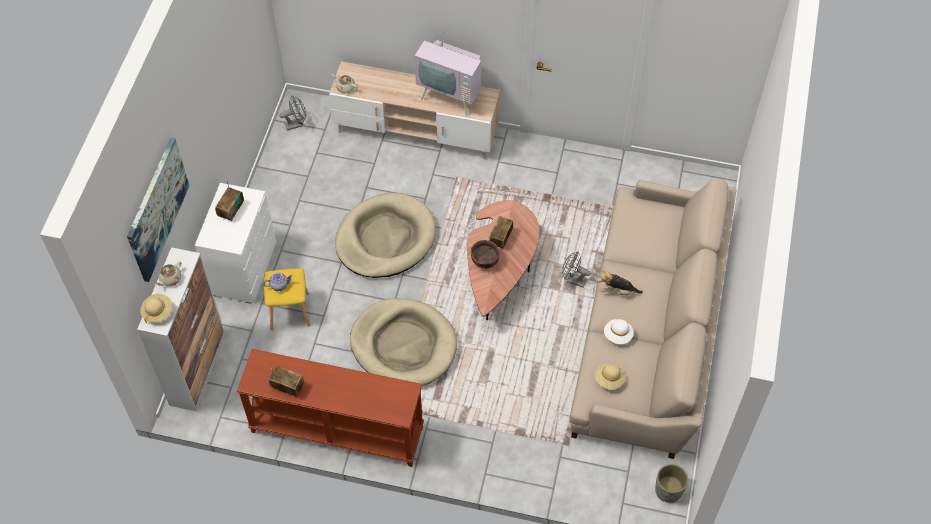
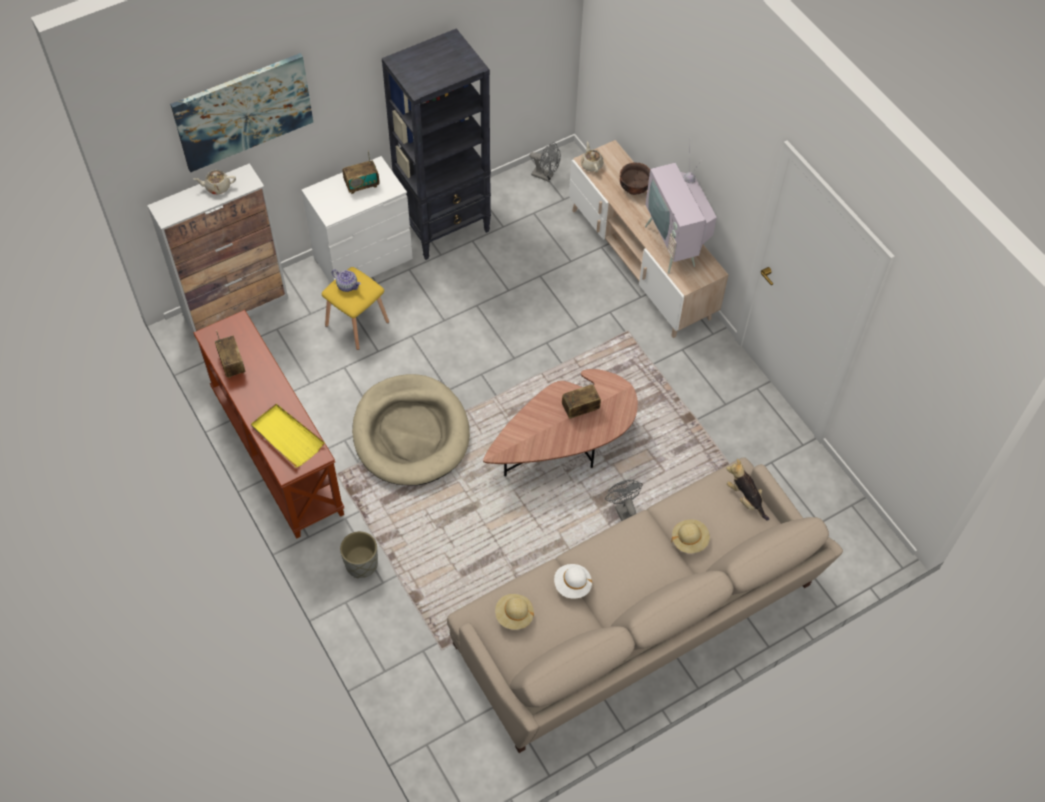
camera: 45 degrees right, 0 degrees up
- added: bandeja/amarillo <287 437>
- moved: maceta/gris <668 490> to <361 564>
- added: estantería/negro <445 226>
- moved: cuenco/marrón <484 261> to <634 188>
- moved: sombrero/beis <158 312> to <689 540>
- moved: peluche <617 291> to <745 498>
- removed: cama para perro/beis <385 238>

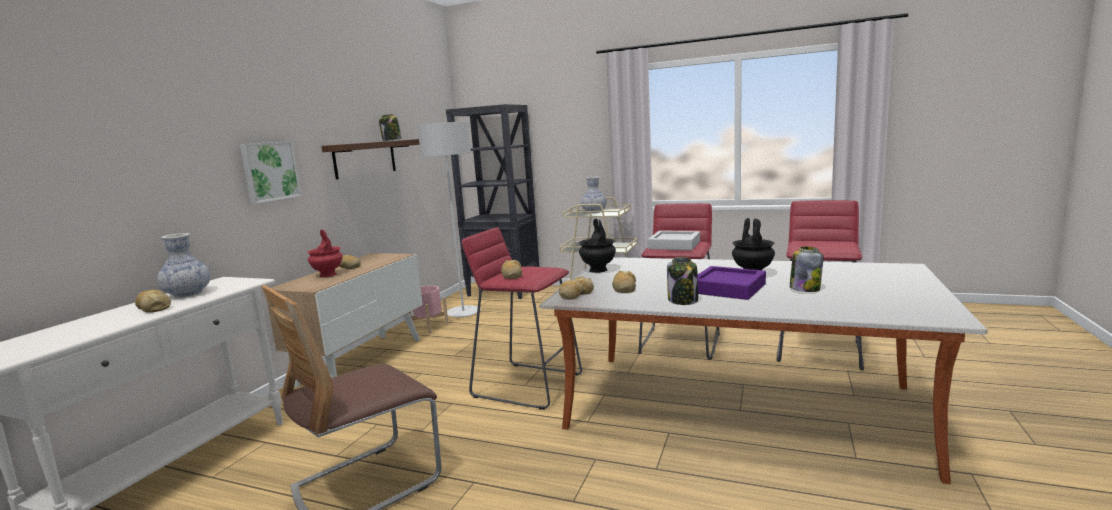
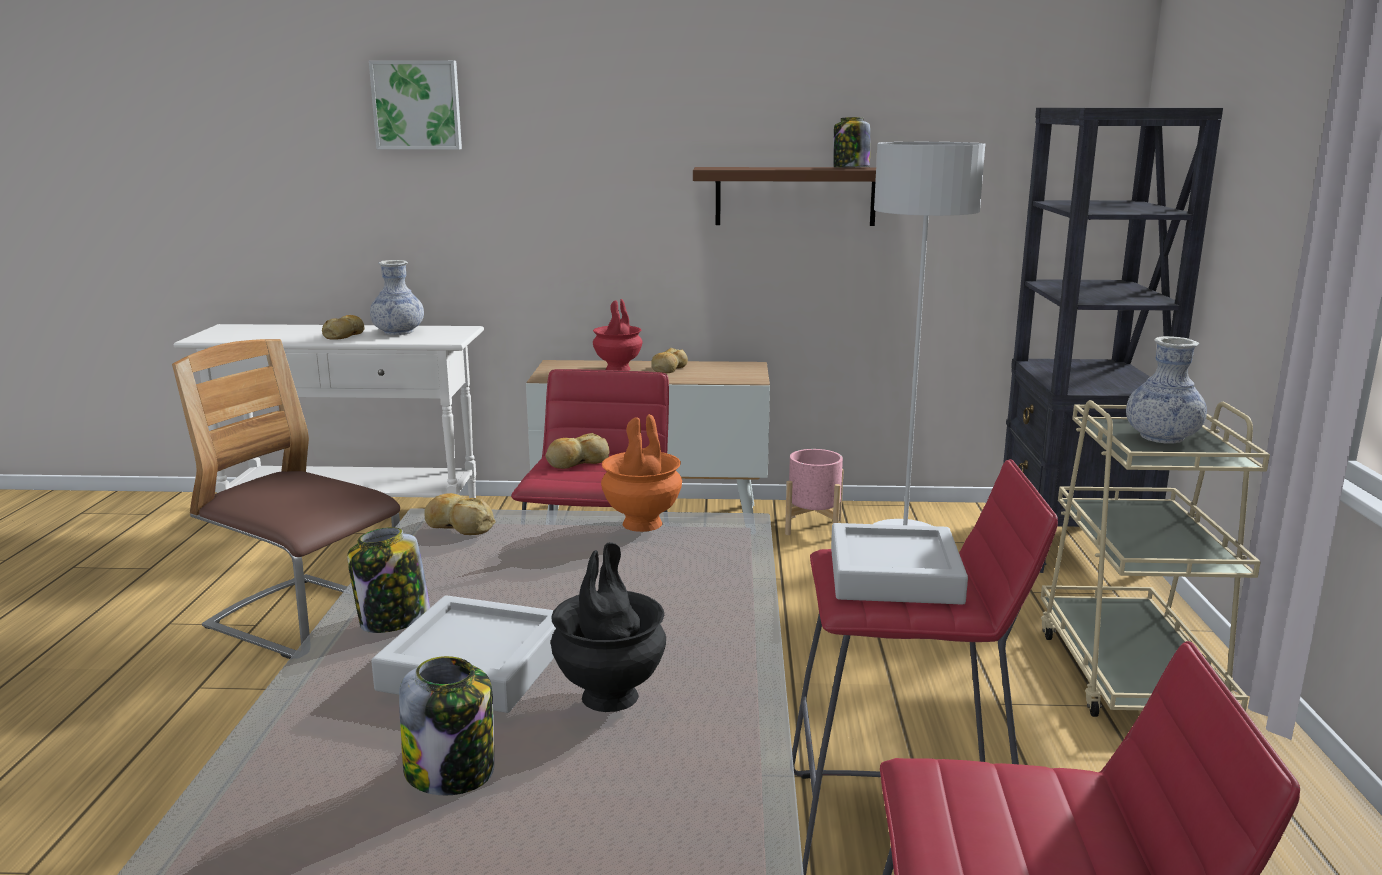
camera: 70 degrees right, 5 degrees up
- moved: cuadro <269 171> to <417 105>
- recoloured: bandeja/morado <728 288> to bandeja/gris <475 665>
- recoloured: florero/negro <598 270> to florero/naranja <641 524>
- removed: pan <624 288>

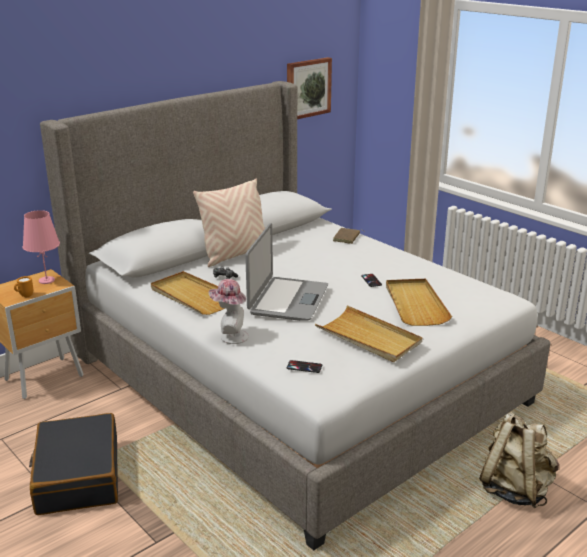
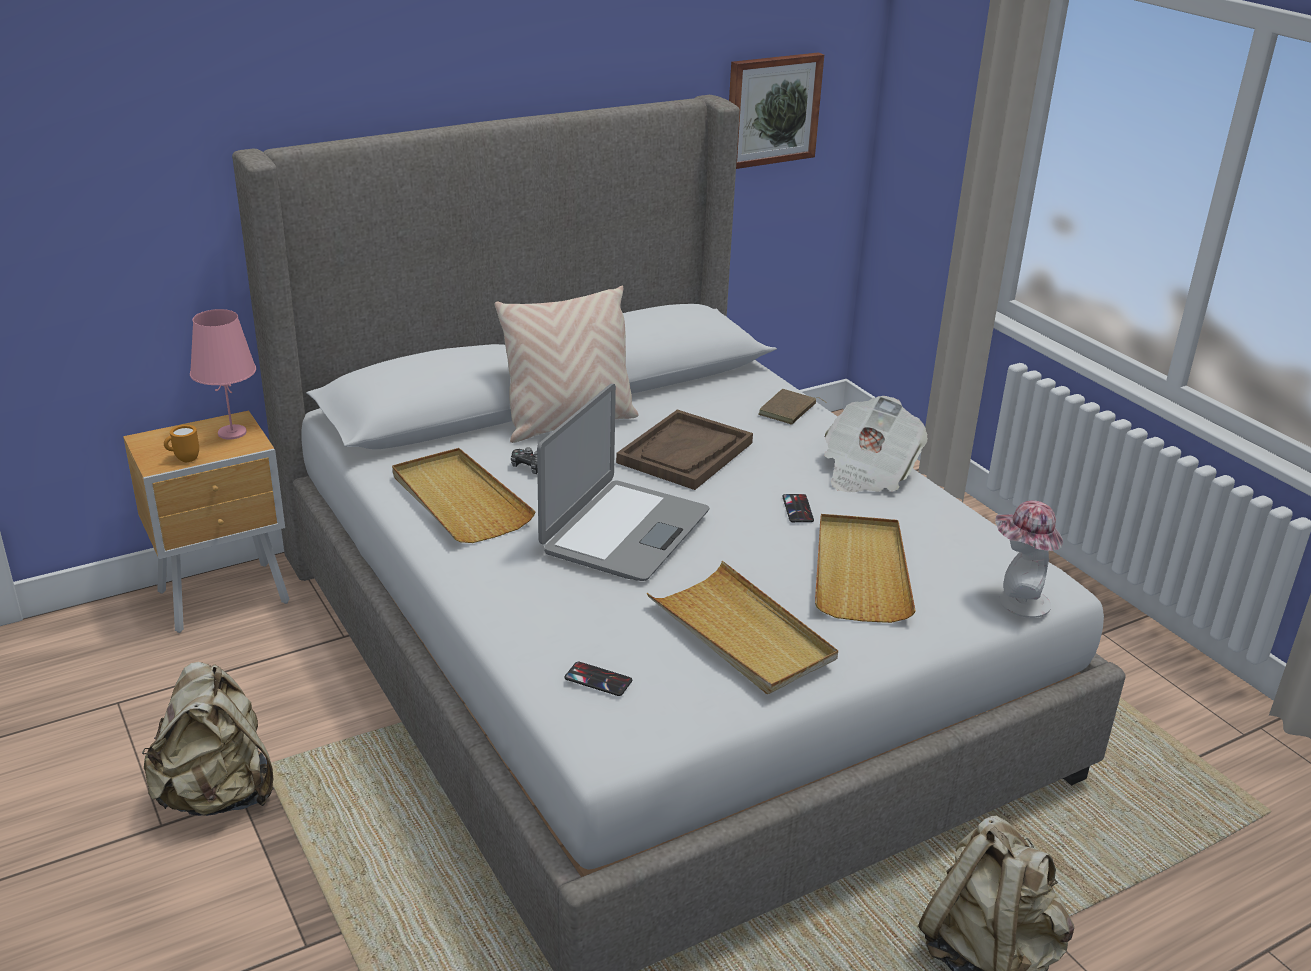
camera: 10 degrees right, 5 degrees up
- replaced: maleta/negro <77 476> to mochila/beis <217 795>
- added: bandeja/marrón <685 453>
- added: periódico <868 471>
- moved: sombrero <230 336> to <1017 601>

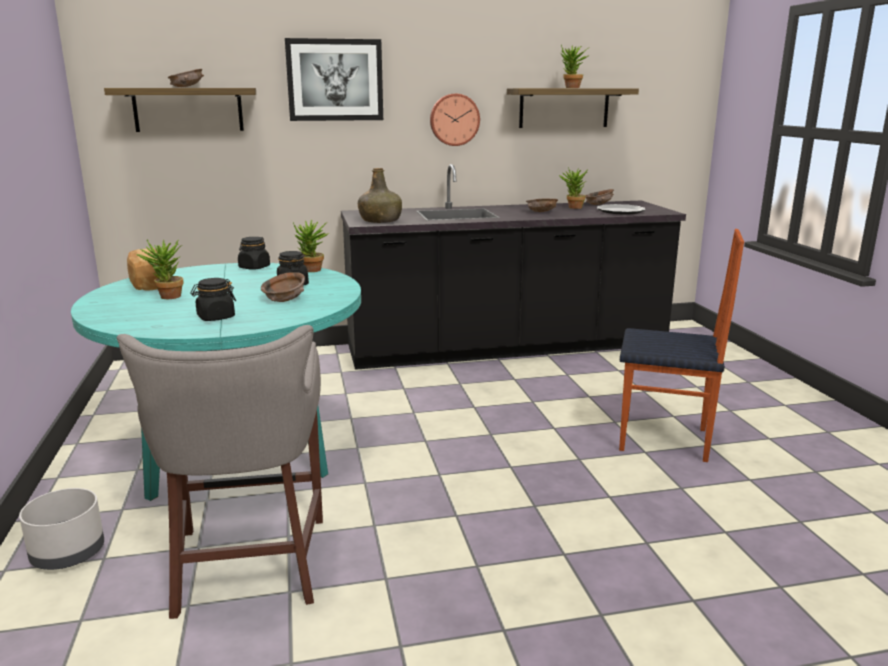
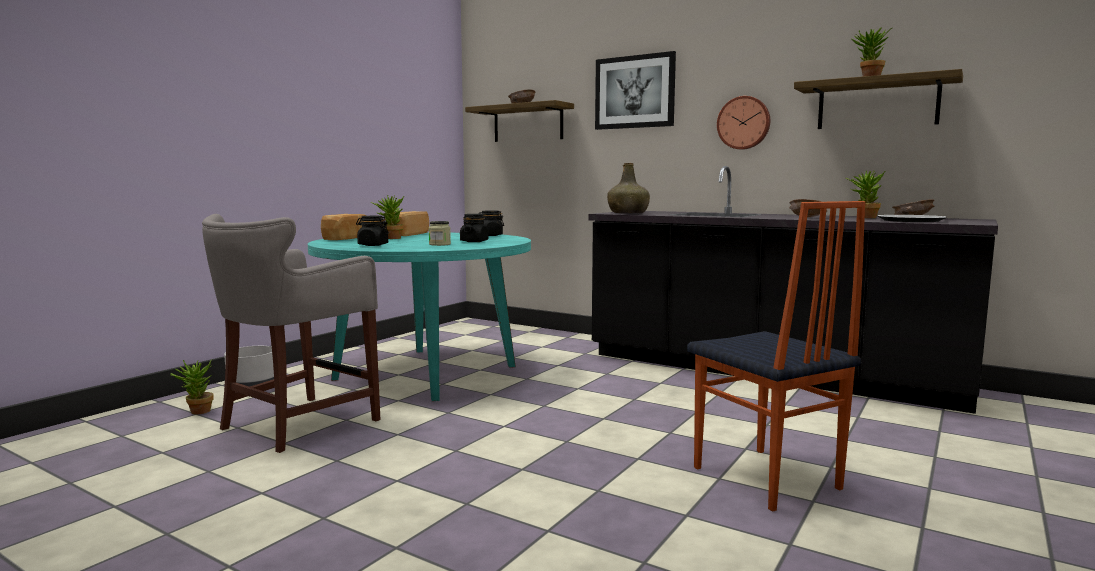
camera: 45 degrees right, 10 degrees down
- moved: planta en maceta <312 271> to <196 412>
- added: pan <347 238>
- replaced: cuenco/marrón <284 299> to tarro <439 244>

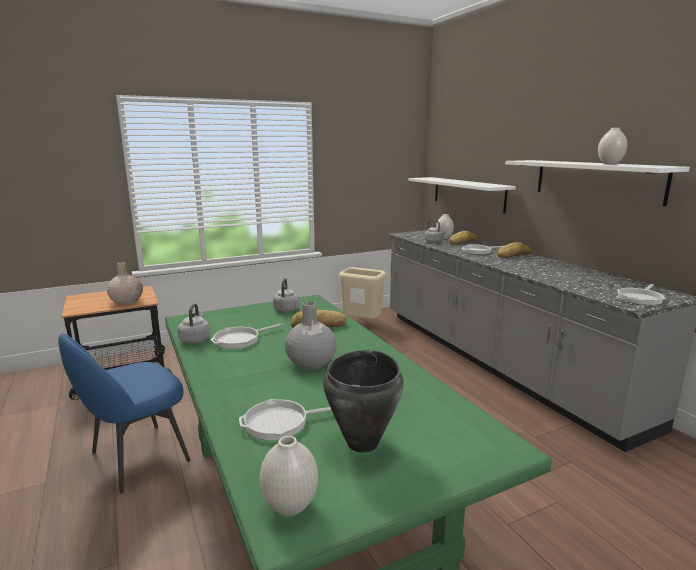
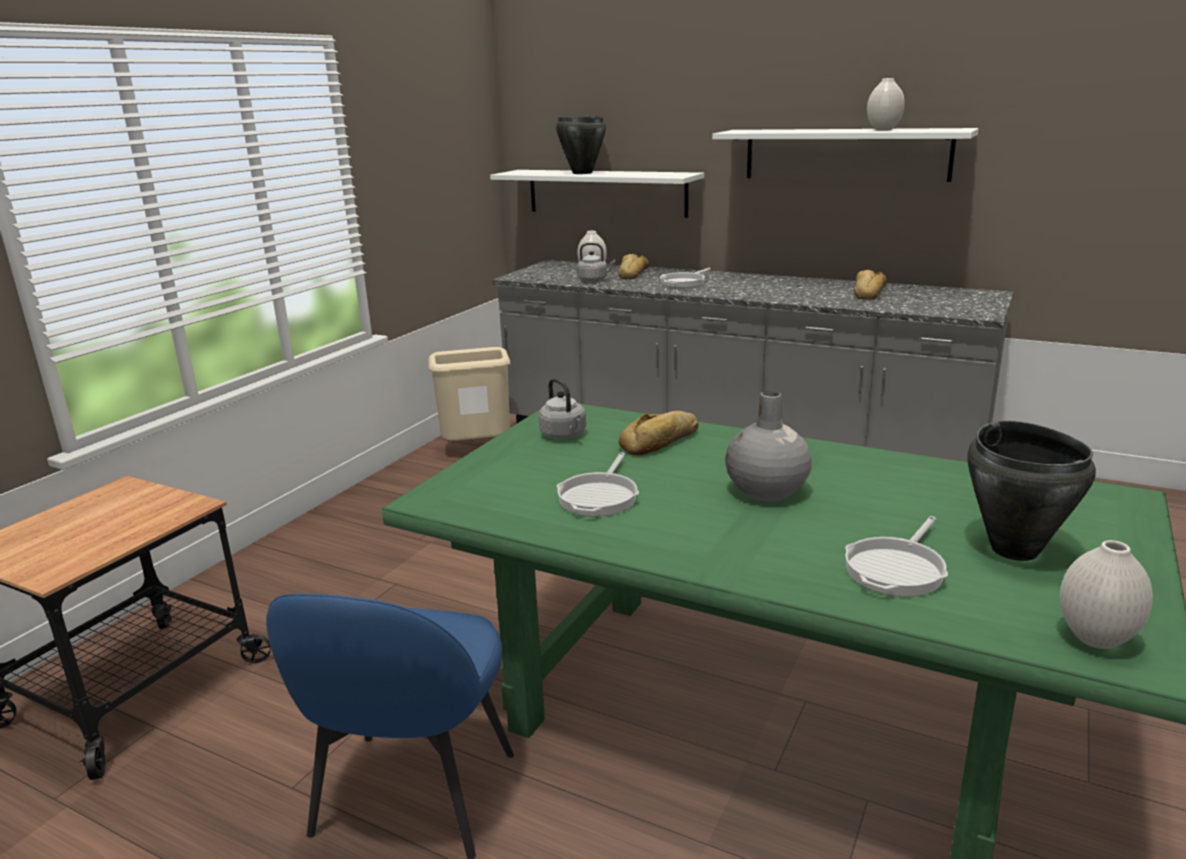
camera: 35 degrees left, 5 degrees up
- added: olla/negro <582 173>
- moved: pan <512 255> to <867 293>
- removed: florero/beis <126 301>
- removed: hervidor/gris <195 339>
- removed: sartén <640 298>

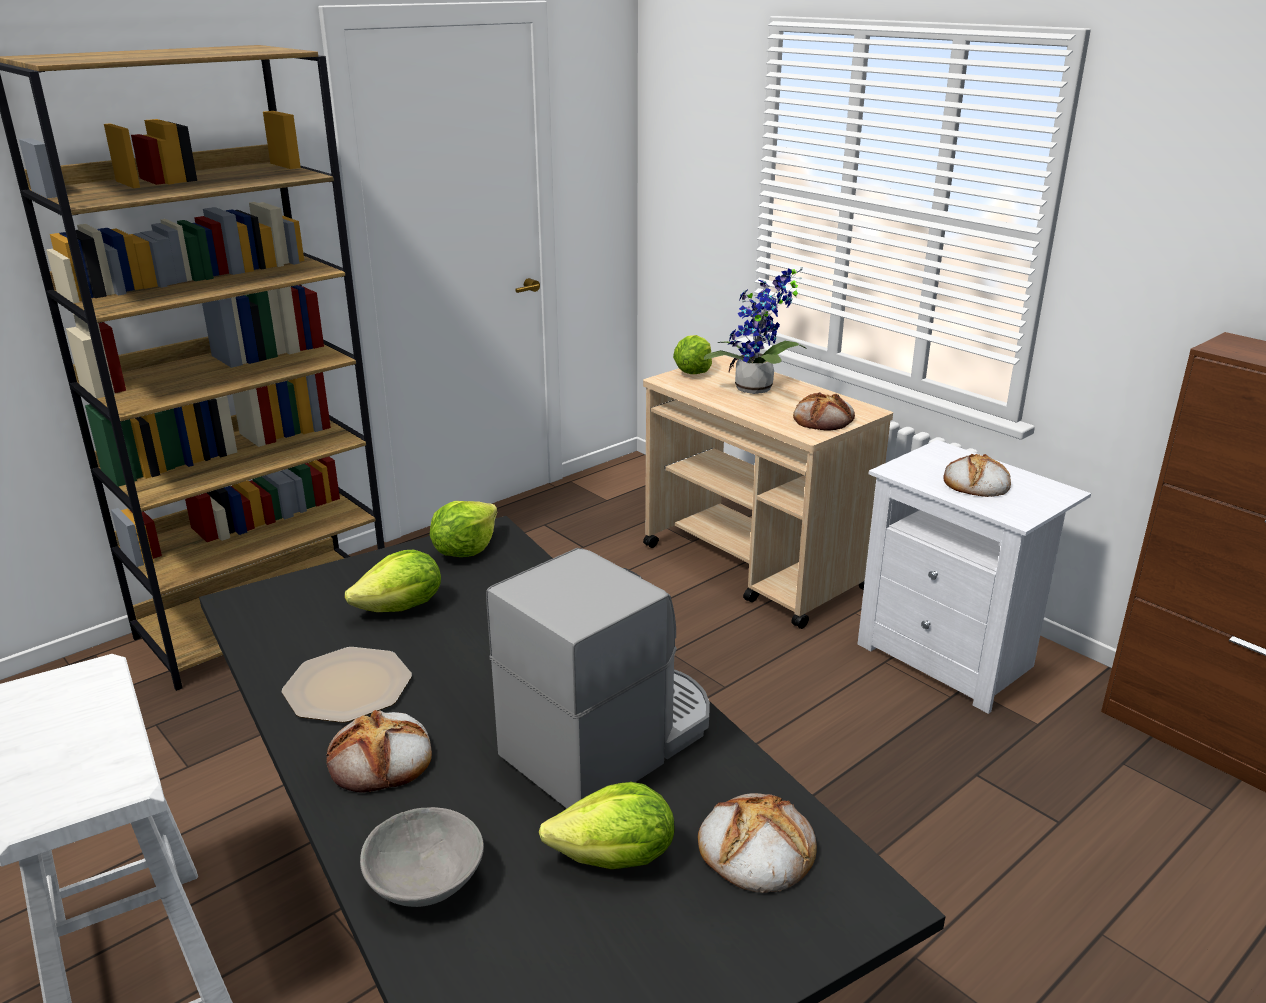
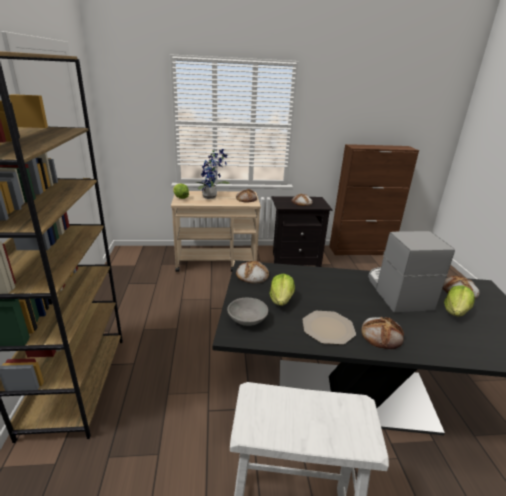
camera: 55 degrees left, 0 degrees up
- moved: cuenco/gris <426 881> to <247 320>
- replaced: lechuga <465 550> to pan <252 275>
- recoloured: mesita de noche/blanco <951 657> to mesita de noche/negro <294 259>

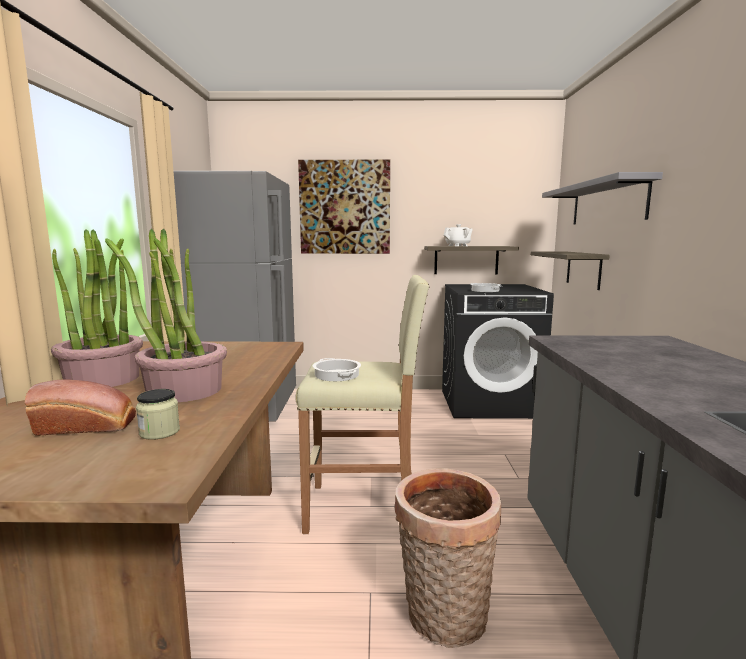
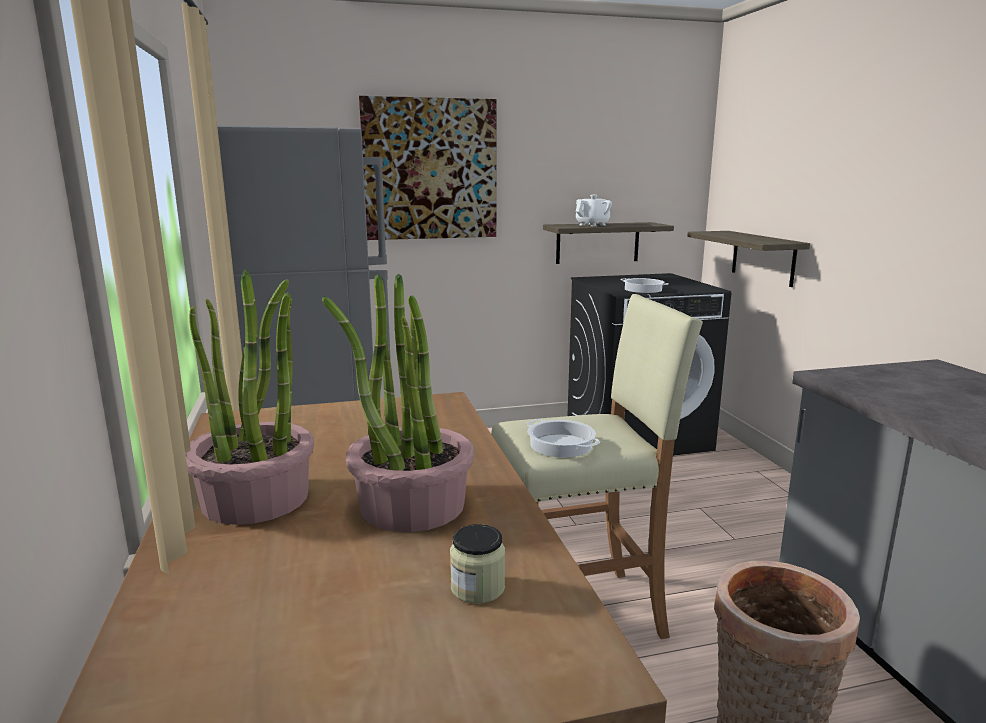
camera: 15 degrees left, 5 degrees up
- removed: pan <89 426>
- removed: estante/gris <607 203>

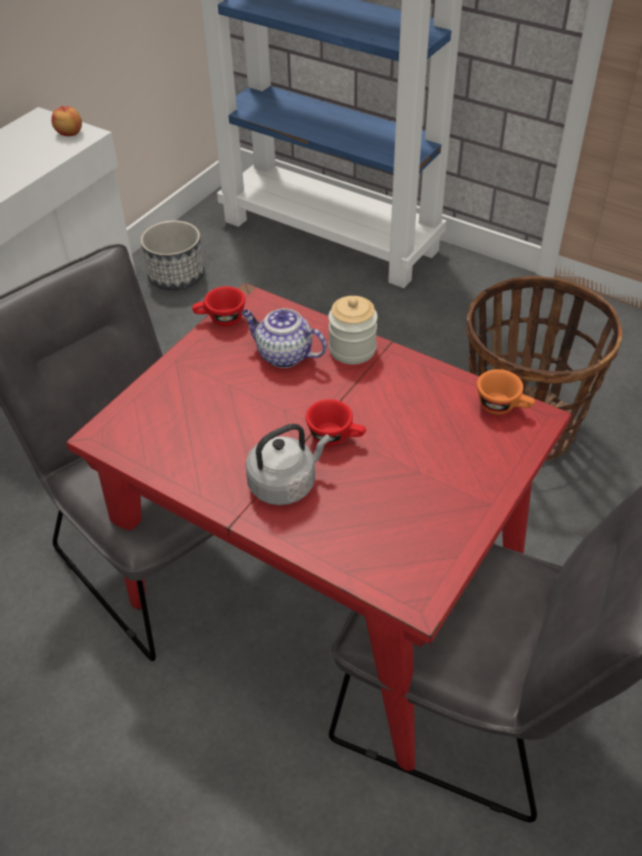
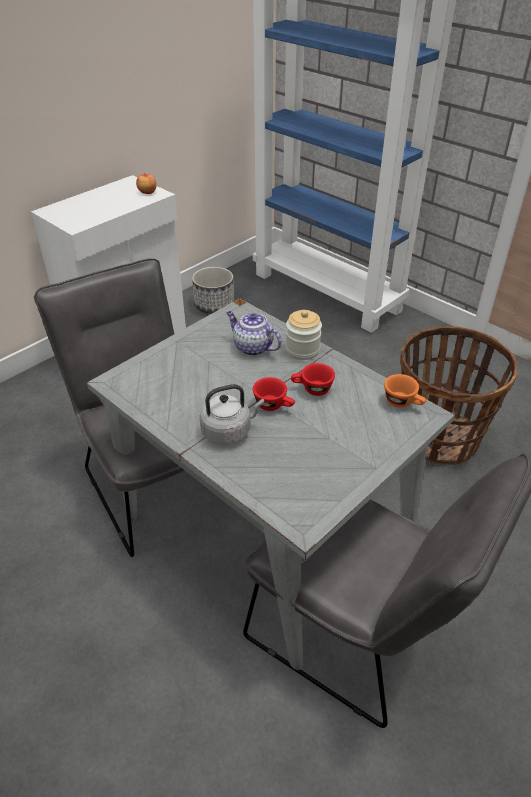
camera: 10 degrees right, 5 degrees down
- recoloured: mesa de comedor/rojo <323 593> to mesa de comedor/gris <264 531>
- moved: taza/rojo <220 320> to <312 389>

